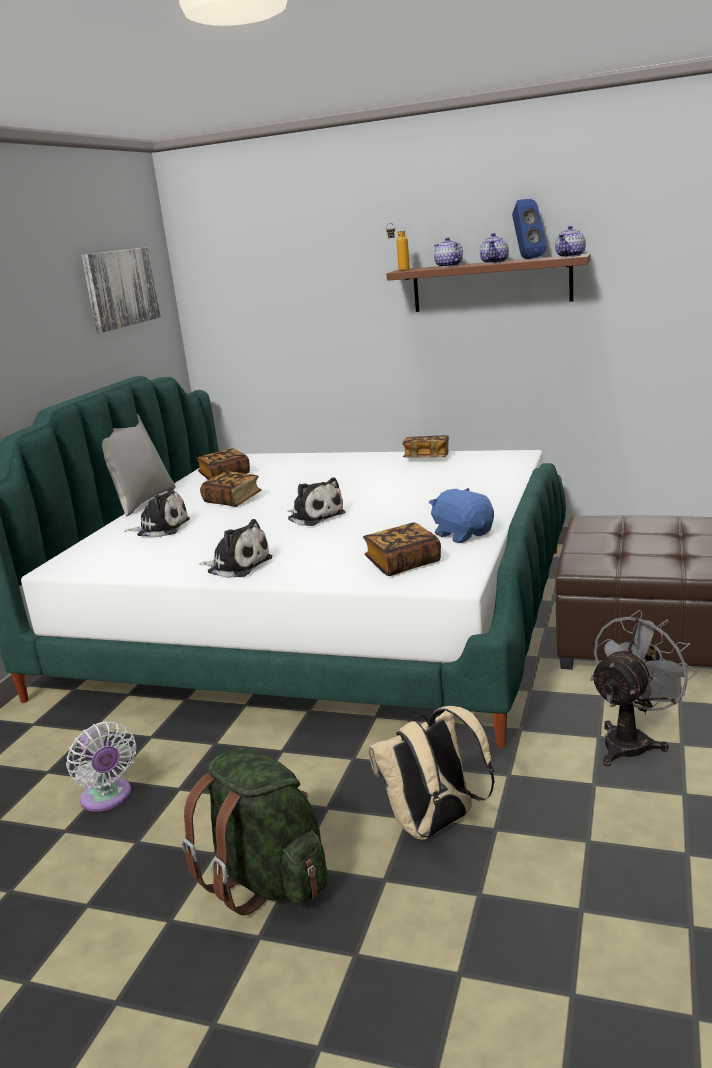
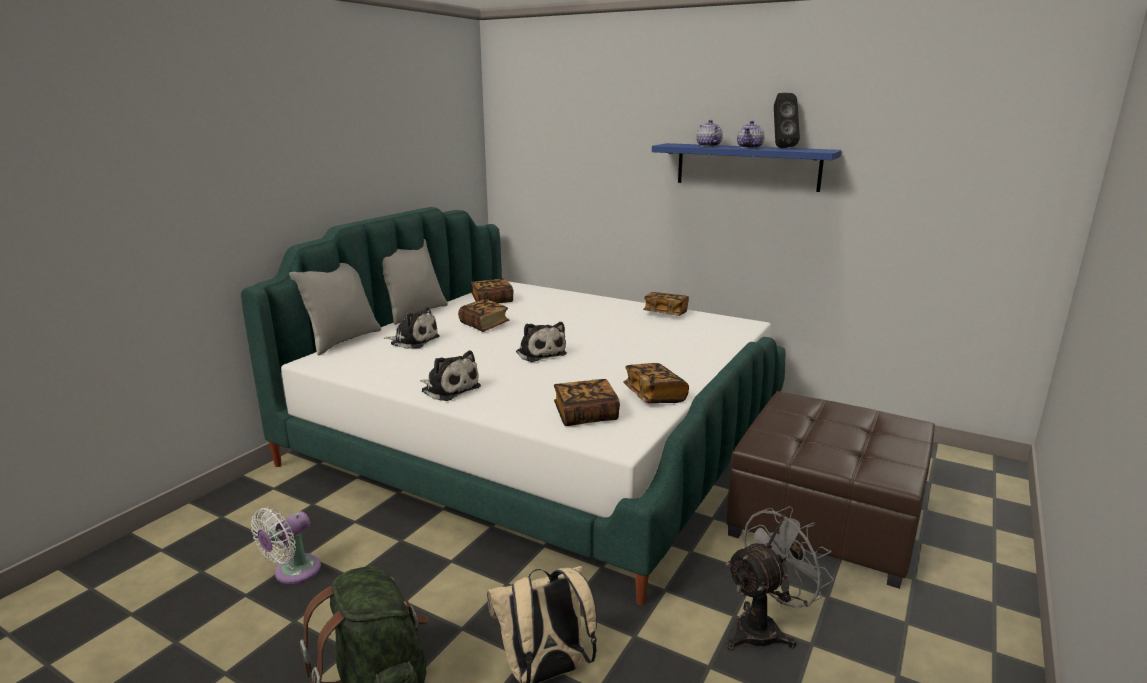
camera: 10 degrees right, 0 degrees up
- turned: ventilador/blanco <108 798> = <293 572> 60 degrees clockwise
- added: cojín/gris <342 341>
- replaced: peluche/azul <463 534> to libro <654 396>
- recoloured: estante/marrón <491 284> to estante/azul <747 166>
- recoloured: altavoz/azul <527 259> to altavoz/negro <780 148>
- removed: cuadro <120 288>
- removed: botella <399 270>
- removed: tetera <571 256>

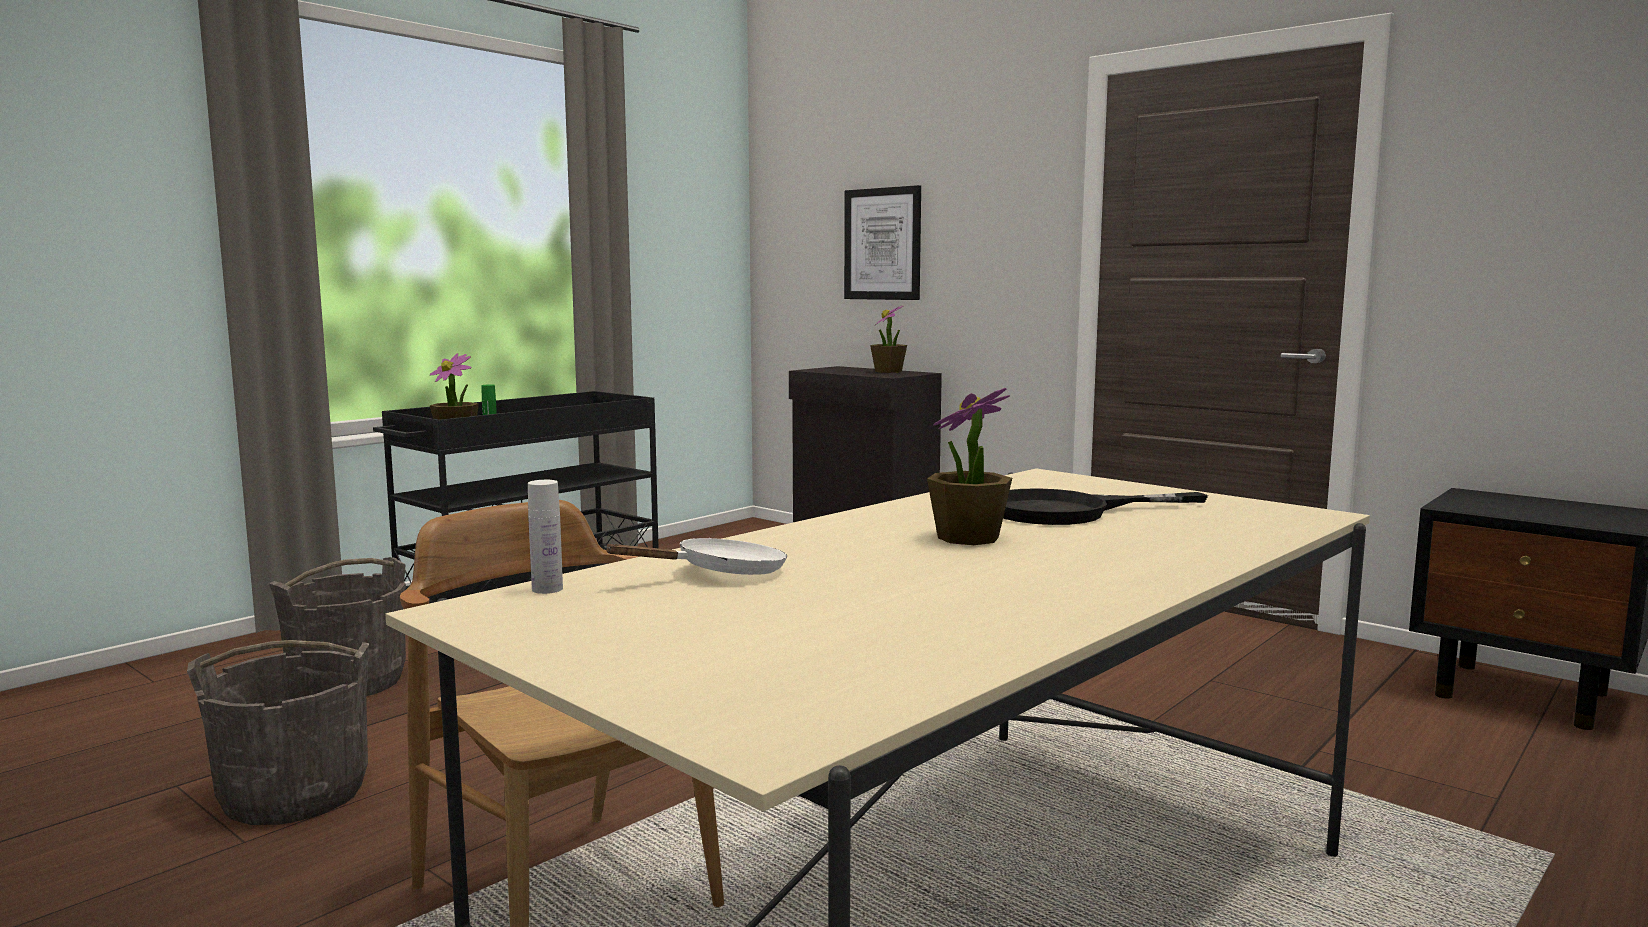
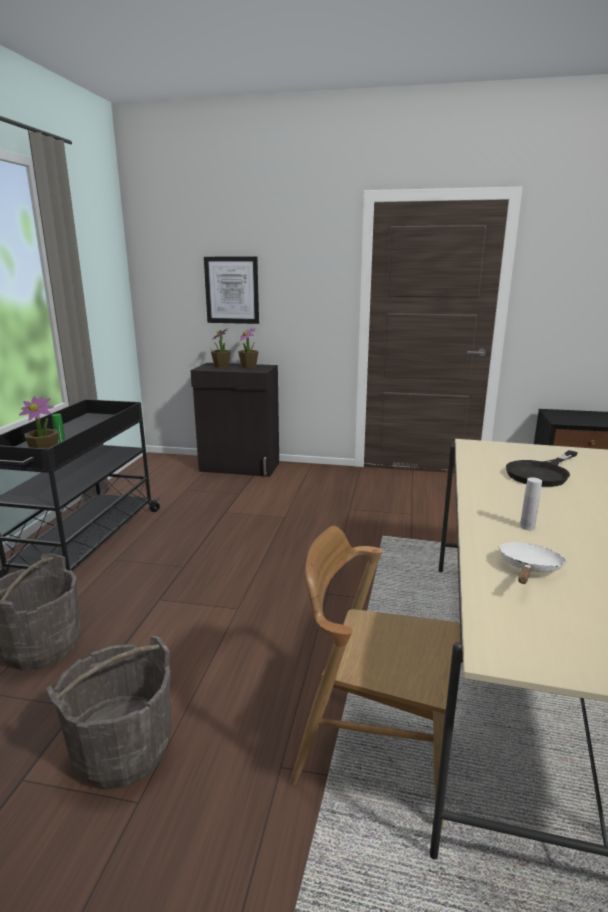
camera: 30 degrees left, 10 degrees up
- moved: planta en maceta <968 538> to <221 366>
- moved: botella/blanco <547 589> to <527 527>

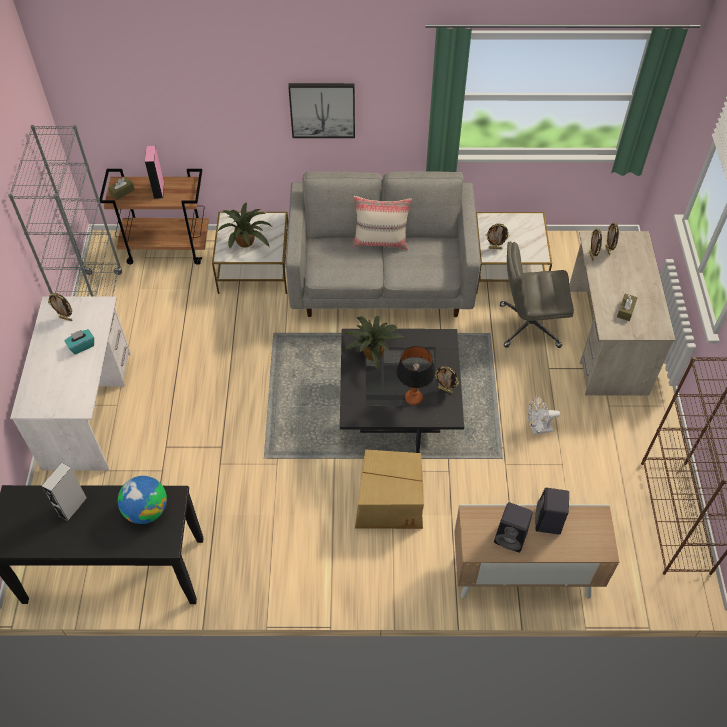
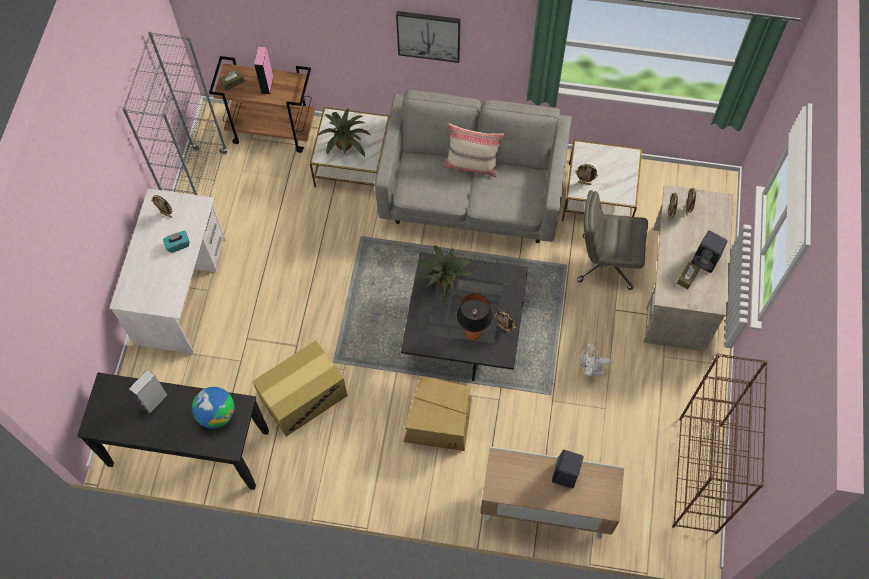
camera: 10 degrees right, 10 degrees up
- added: caja de cartón <303 397>
- moved: altavoz/negro <511 537> to <706 260>

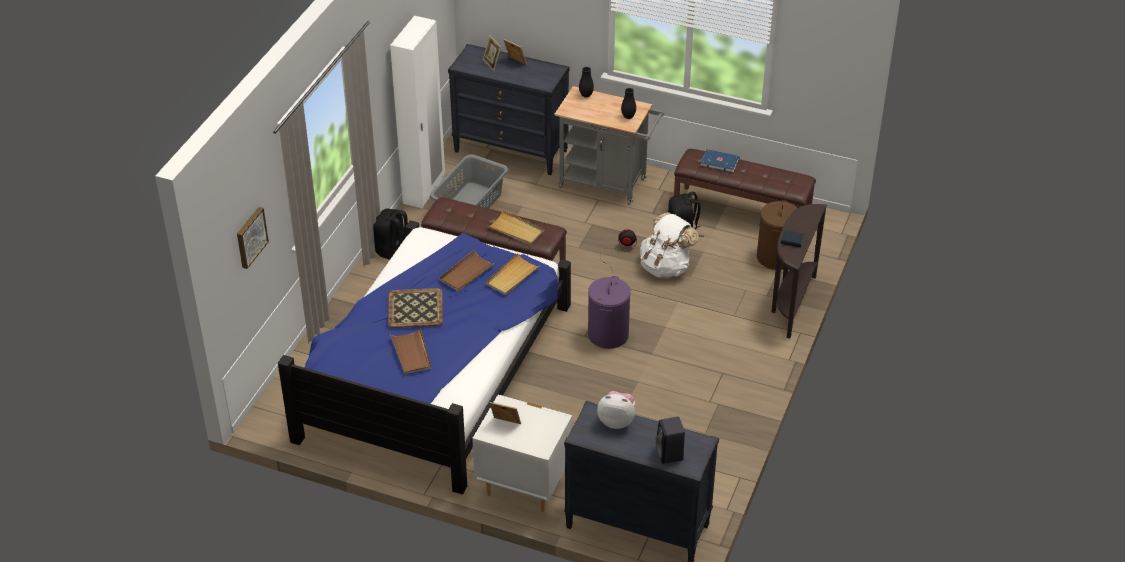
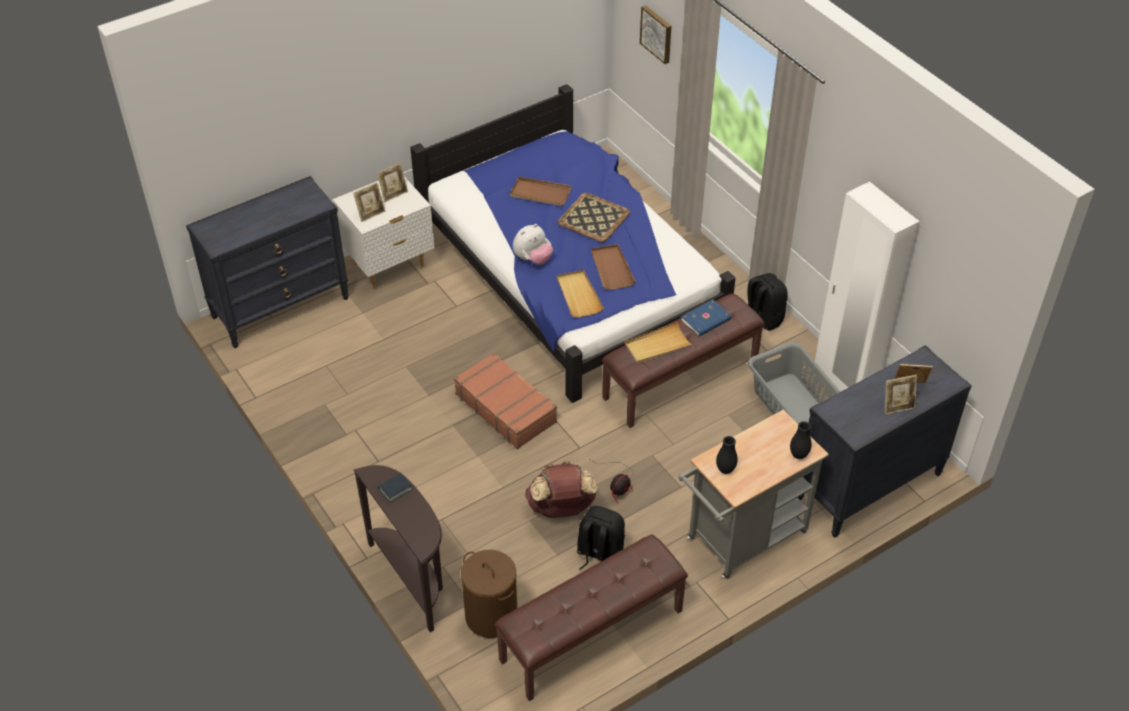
camera: 125 degrees right, 5 degrees up
- added: portarretratos <371 214>
- replaced: cesto de la ropa/morado <608 335> to maleta/marrón <506 408>
- moved: peluche <617 421> to <533 259>
- recoloured: mochila/blanco <666 267> to mochila/marrón <561 508>
- moved: libro/azul <719 162> to <706 320>
- removed: altavoz/negro <670 454>

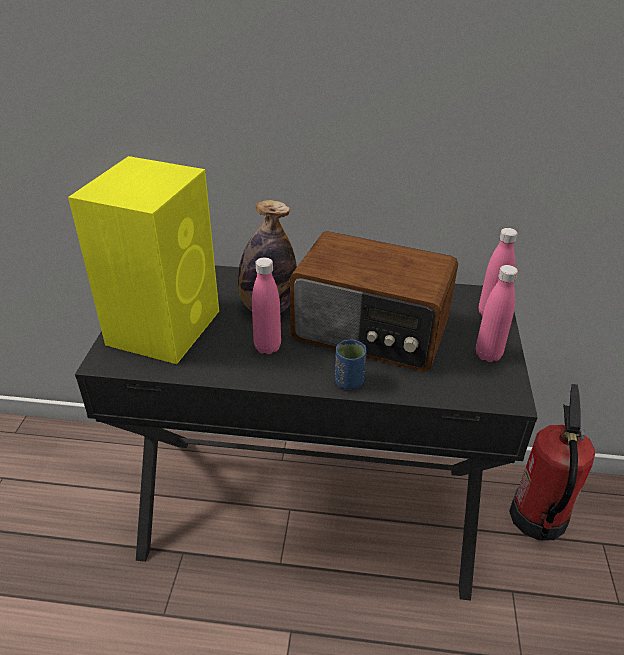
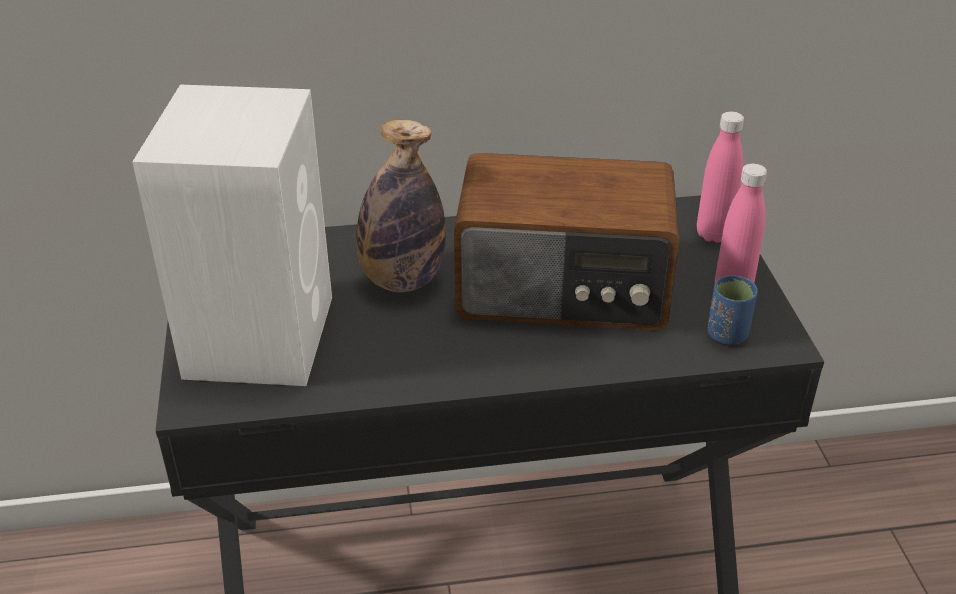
camera: 15 degrees left, 0 degrees up
- recoloured: altavoz/amarillo <165 326> to altavoz/blanco <261 333>
- moved: taza/azul <349 381> to <727 334>
- removed: botella/rosa <267 347>
- removed: extintor <537 517>

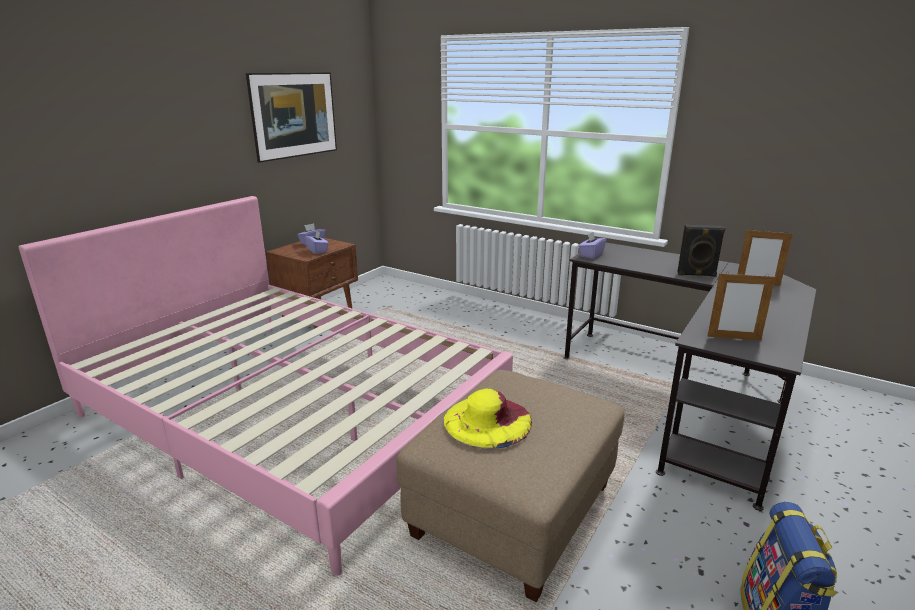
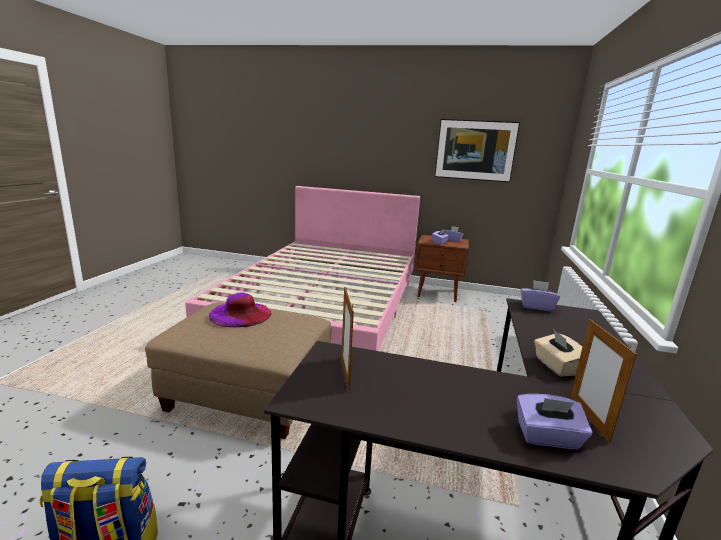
camera: 70 degrees right, 5 degrees down
- recoloured: sombrero/amarillo <487 421> to sombrero/morado <240 314>
- added: caja de pañuelos/morado <547 437>
- replaced: altavoz/negro <696 275> to caja de pañuelos/beis <556 366>

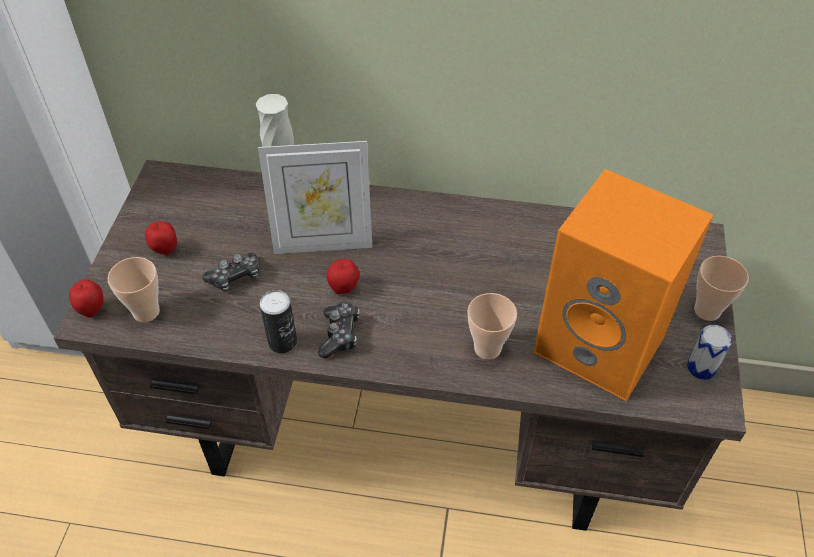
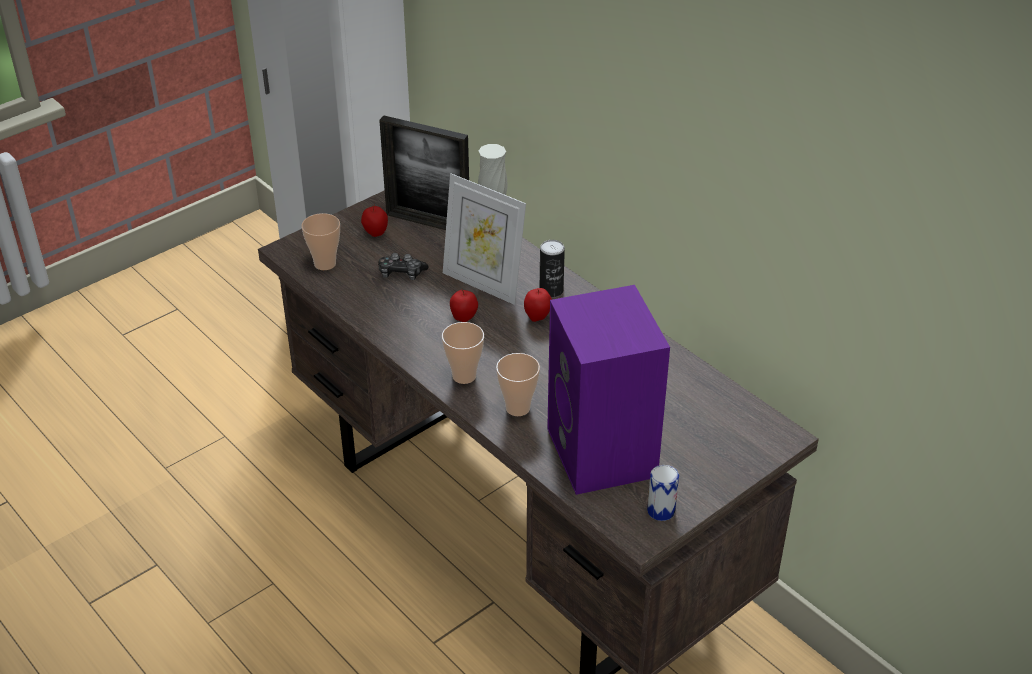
camera: 40 degrees right, 10 degrees down
- added: portarretratos <428 222>
- moved: taza <707 310> to <464 376>
- moved: manzana <92 310> to <537 317>
- moved: lata <282 342> to <551 290>
- recoloured: altavoz/naranja <603 344> to altavoz/morado <605 454>
- removed: mando de consola <340 334>

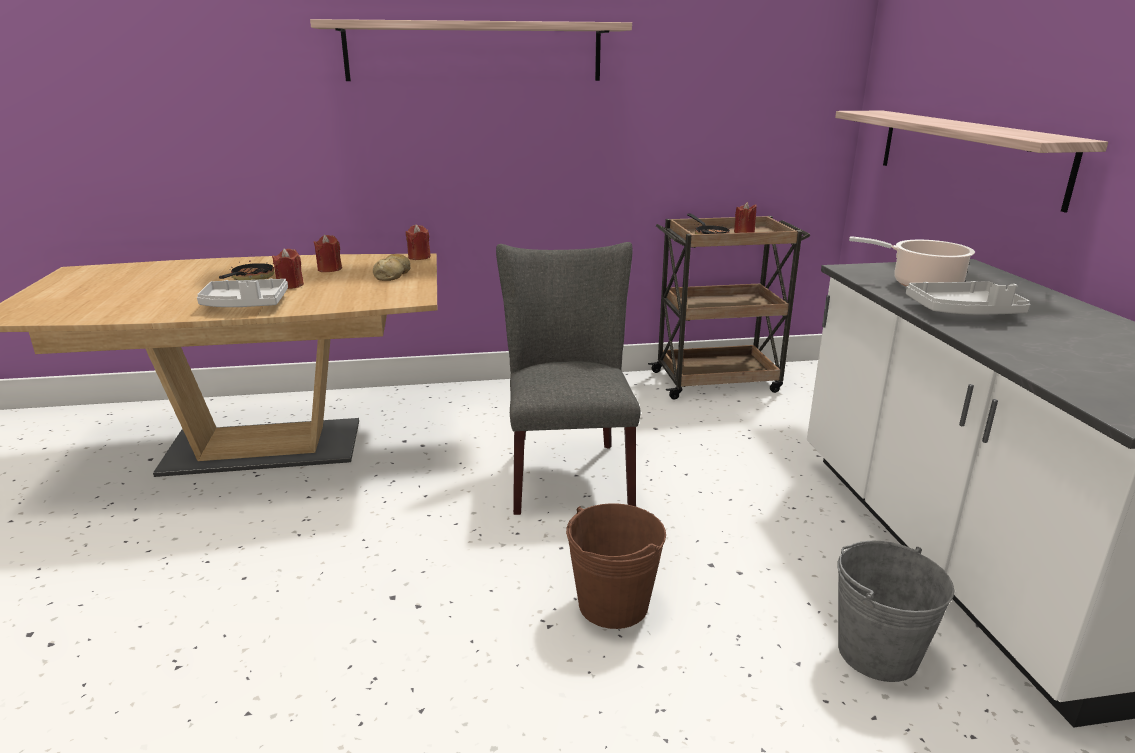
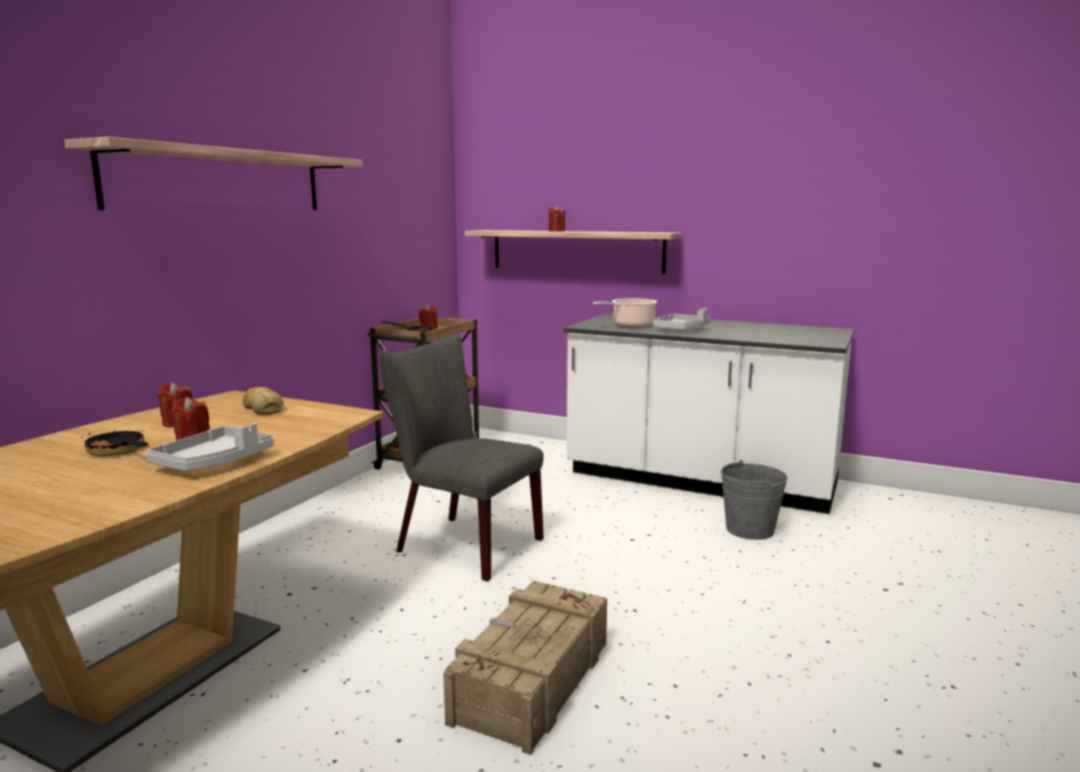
camera: 55 degrees left, 10 degrees down
- added: caja de embalaje <530 681>
- moved: vela/rojo <419 257> to <556 231>
- removed: cubo/marrón <613 604>

